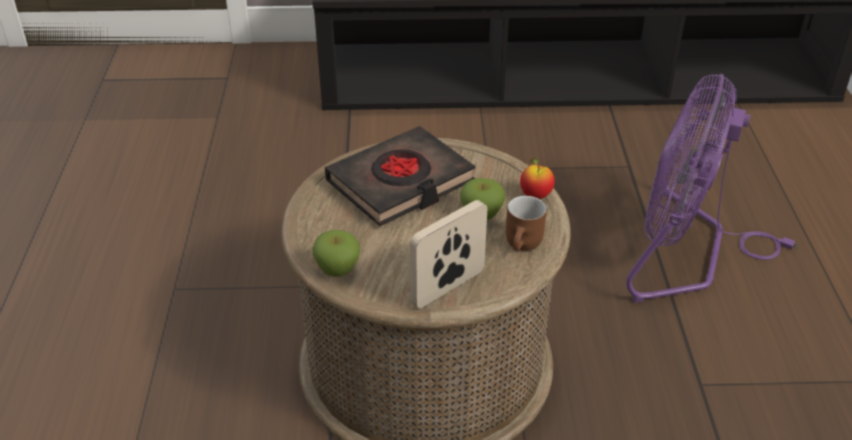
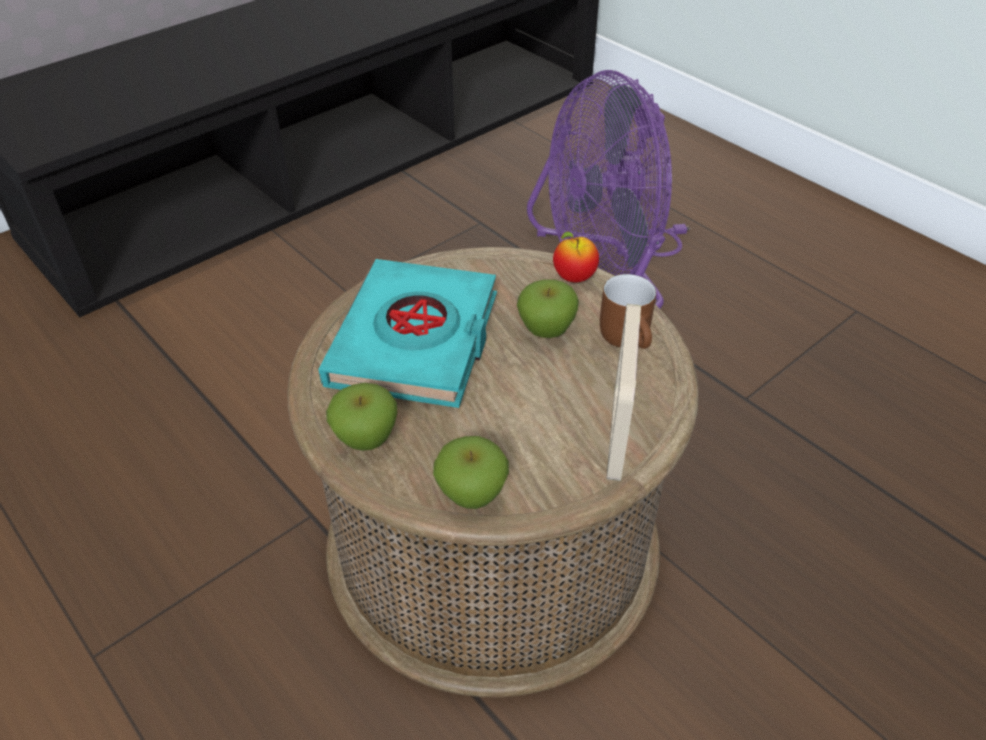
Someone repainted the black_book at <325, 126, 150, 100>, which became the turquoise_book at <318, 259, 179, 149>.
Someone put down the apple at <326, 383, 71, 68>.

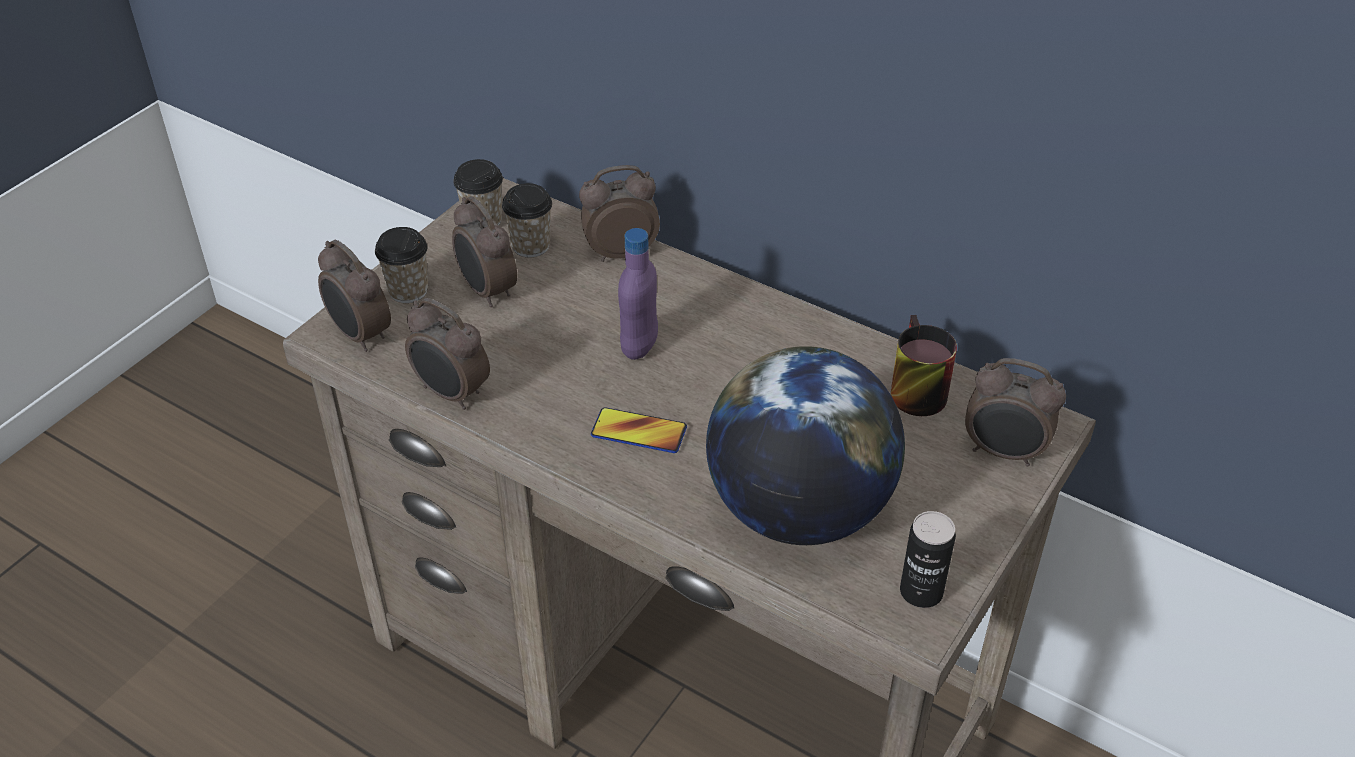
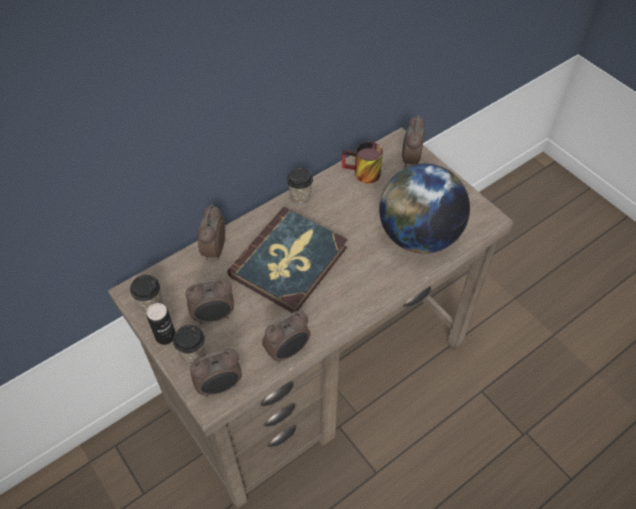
Someone carried the cup from <502, 183, 50, 75> to <287, 167, 26, 38>.
Someone swapped the purple_bottle at <618, 228, 40, 132> for the book at <227, 207, 121, 106>.
Someone rotated the alarm_clock at <965, 358, 101, 109> by 150 degrees clockwise.
Someone took away the phone at <591, 407, 96, 46>.
Someone carried the can from <900, 511, 56, 97> to <147, 303, 28, 42>.

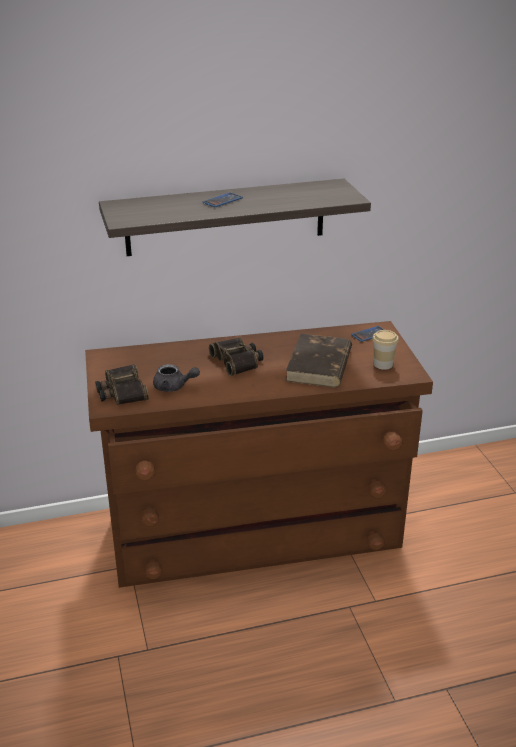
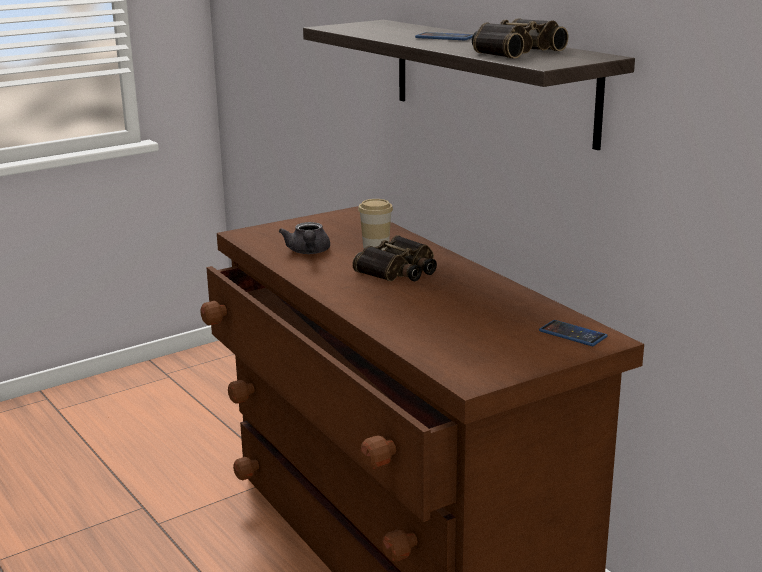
Someone carried the cup from <372, 330, 27, 40> to <358, 199, 35, 51>.
Someone took away the brown_book at <286, 333, 66, 55>.
Someone carried the binoculars from <95, 364, 54, 41> to <472, 18, 96, 41>.

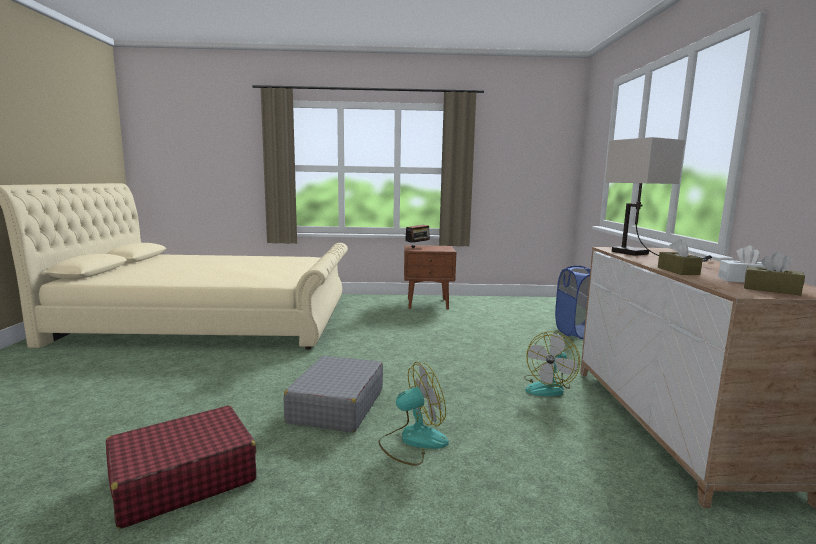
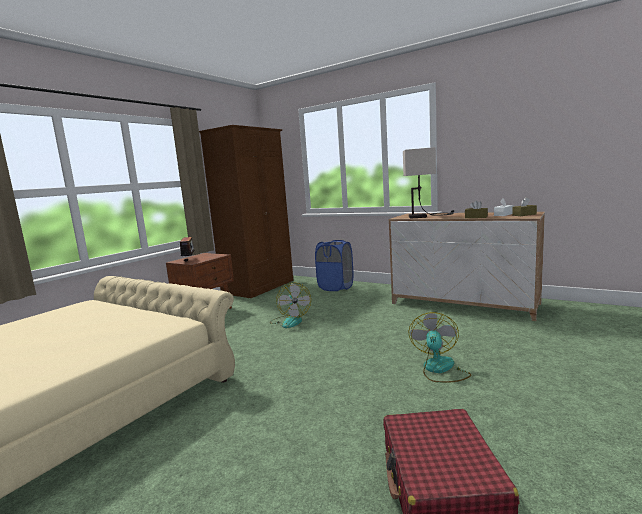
Someone carried the fan from <524, 332, 56, 64> to <270, 283, 41, 45>.
Someone took away the grey_suitcase at <284, 356, 99, 77>.
Someone put down the brown_wardrobe at <199, 125, 94, 173>.

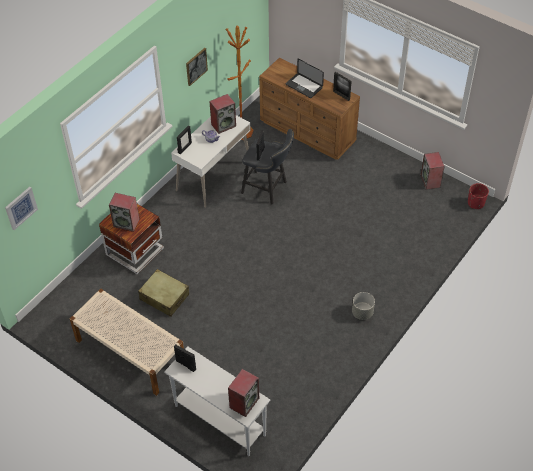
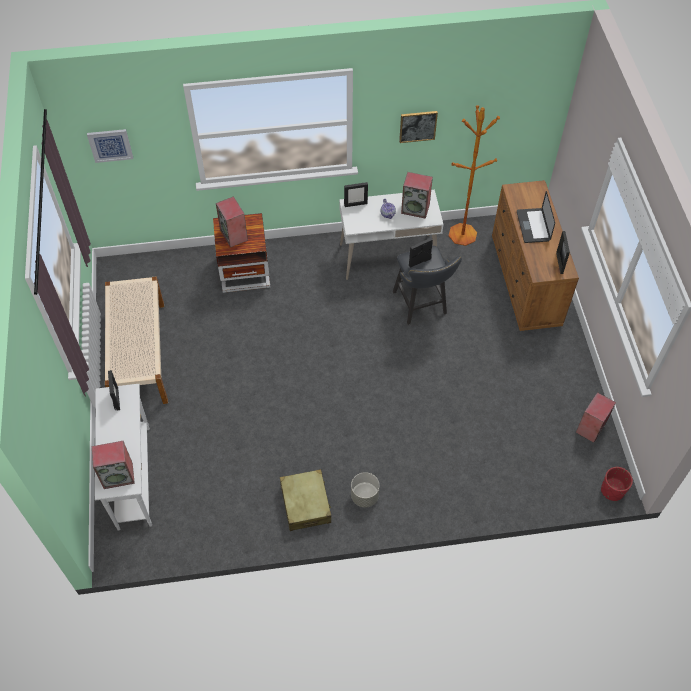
Someone carried the beige_suitcase from <138, 269, 51, 48> to <280, 469, 51, 62>.

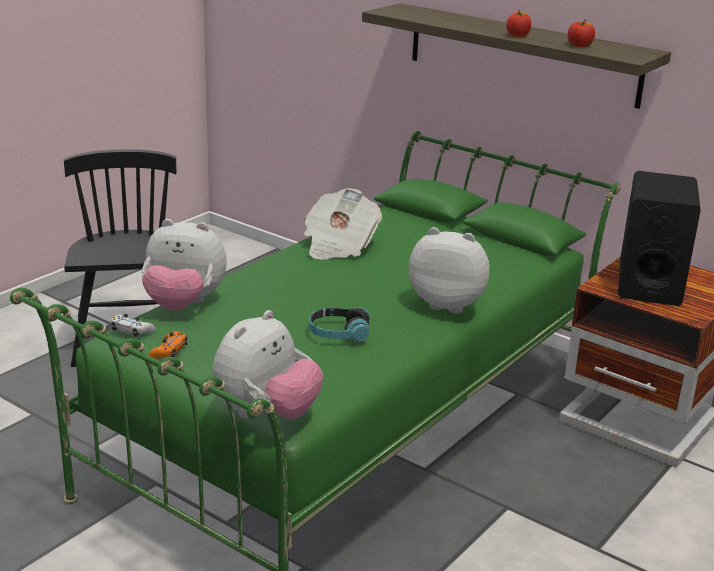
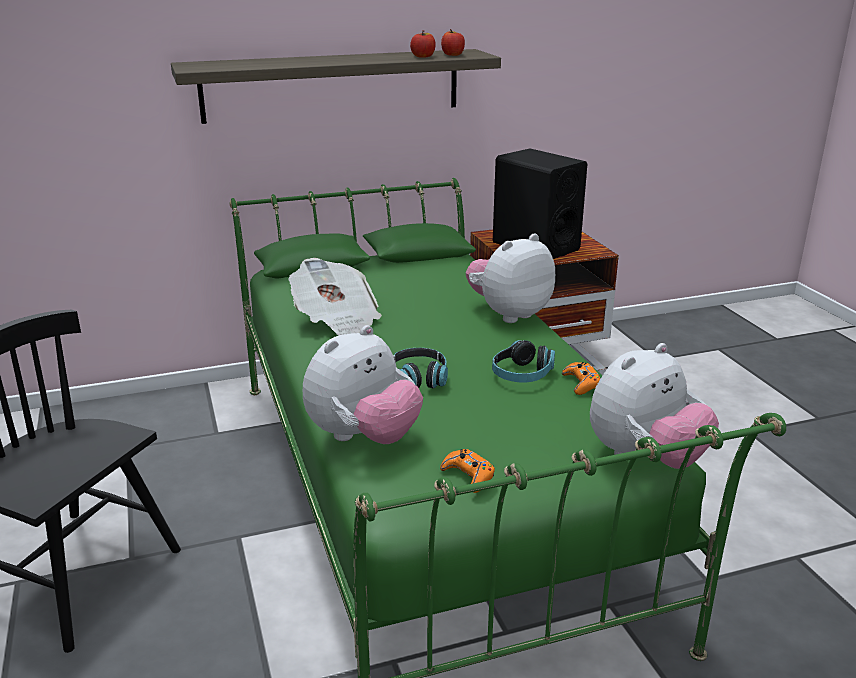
Someone carried the apple from <506, 10, 25, 27> to <441, 29, 24, 27>.
Someone rotated the plush_toy at <212, 310, 111, 109> by 75 degrees clockwise.
Someone took away the white_game_controller at <111, 314, 44, 23>.
Someone put down the headphones at <393, 348, 55, 41>.
Someone put down the orange_game_controller at <562, 362, 39, 33>.

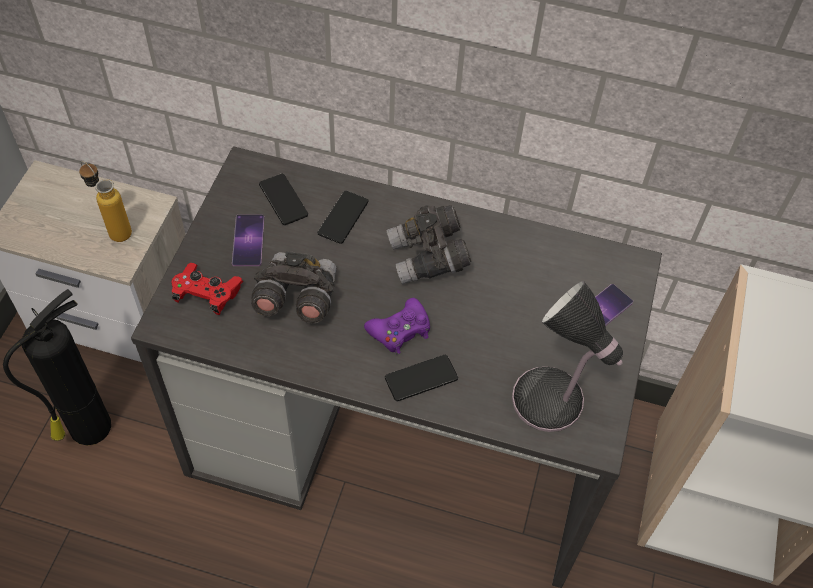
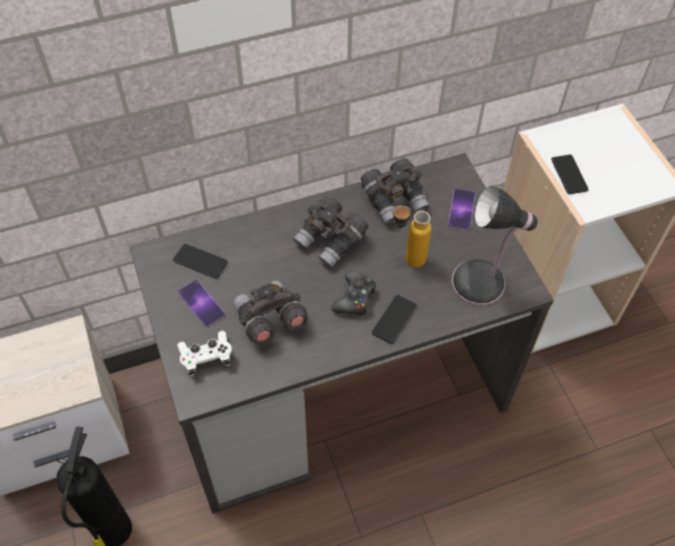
Someone carried the bottle from <79, 161, 53, 81> to <392, 206, 40, 61>.
Someone carried the phone from <317, 191, 52, 53> to <551, 155, 38, 39>.
Someone repainted the red_game_controller at <171, 263, 72, 52>, which became the white_game_controller at <177, 331, 55, 45>.
Someone repainted the purple_game_controller at <364, 298, 66, 57>, which became the black_game_controller at <331, 271, 46, 44>.
Someone put down the grey_binoculars at <361, 158, 68, 67>.

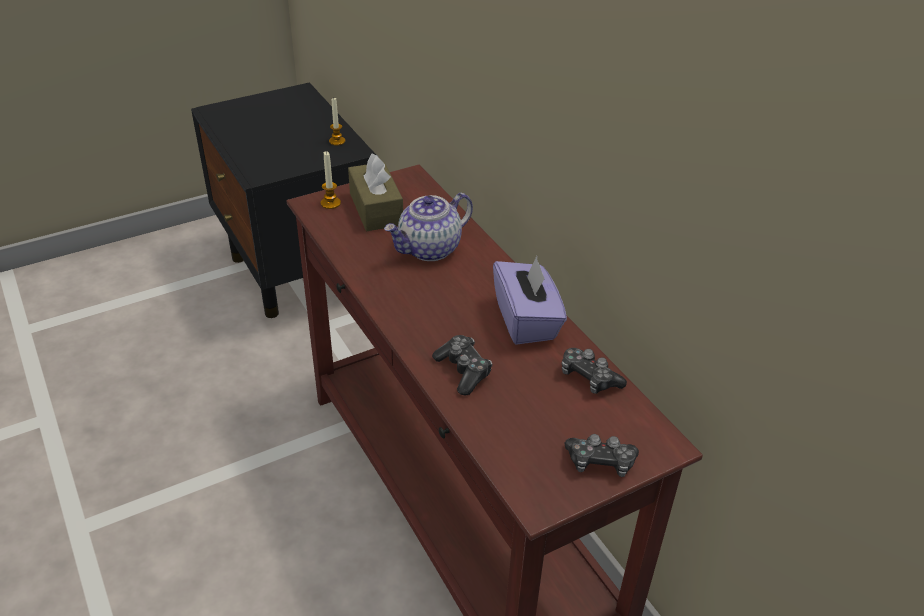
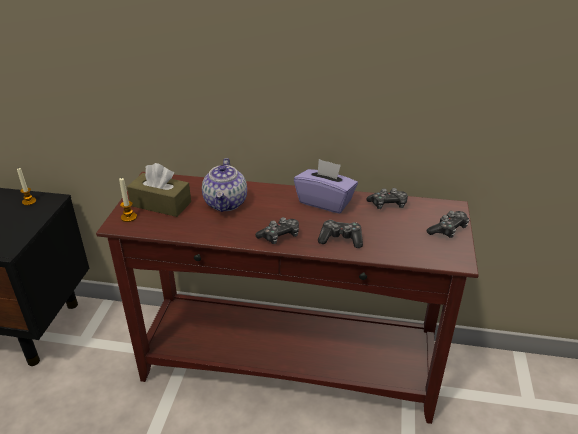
Someone put down the game_controller at <255, 217, 44, 27>.

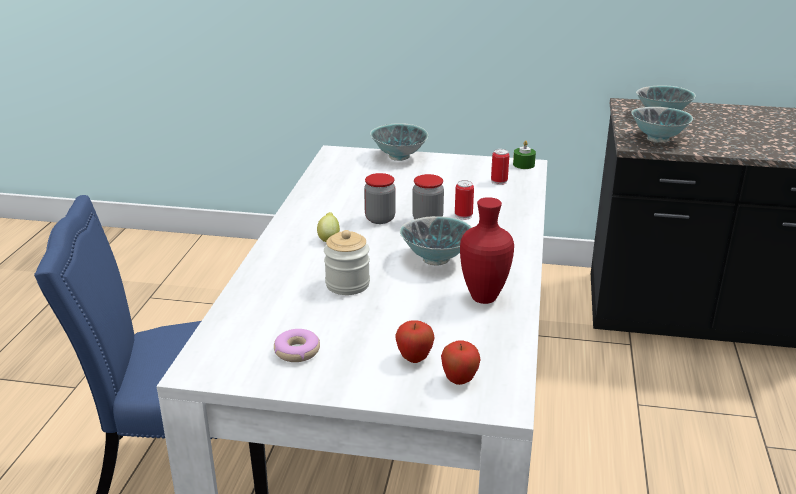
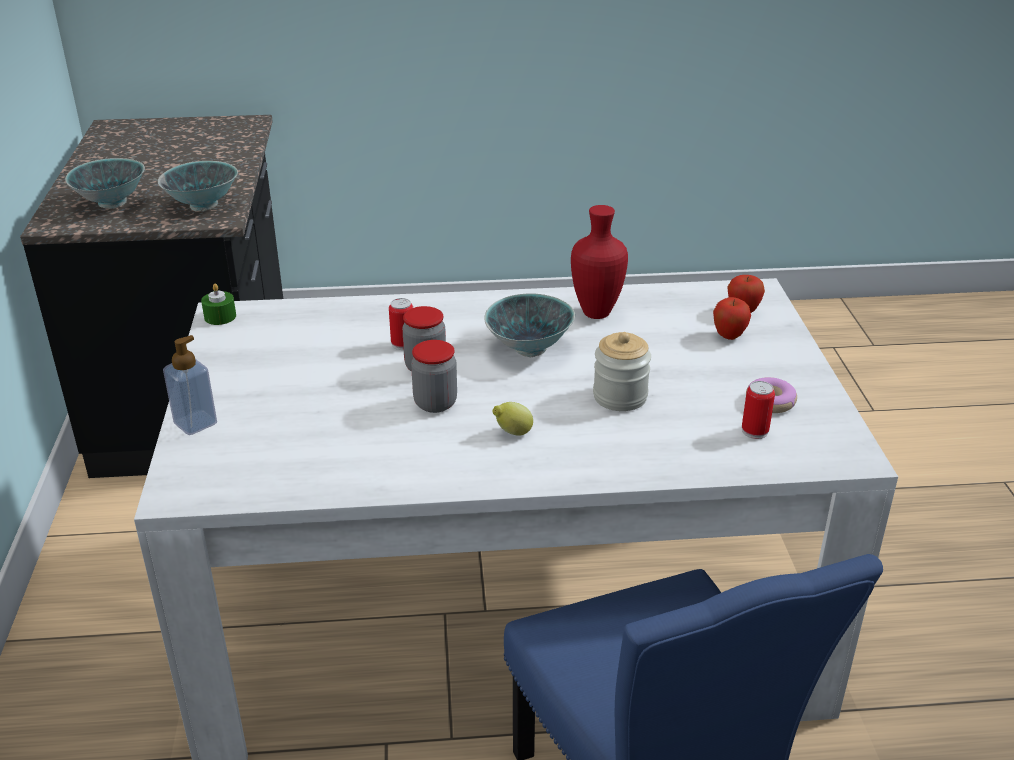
Someone swapped the bowl at <370, 123, 58, 38> for the soap_dispenser at <163, 335, 54, 100>.
Someone carried the can from <491, 149, 18, 36> to <742, 381, 33, 58>.

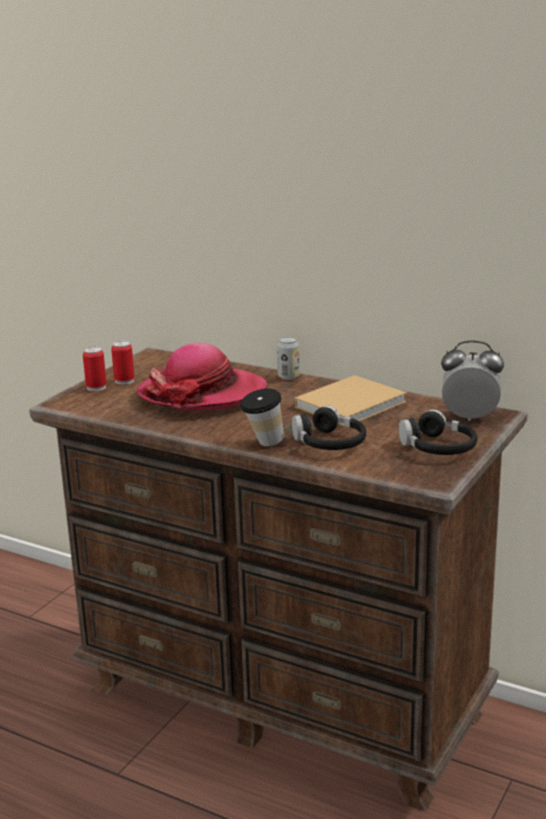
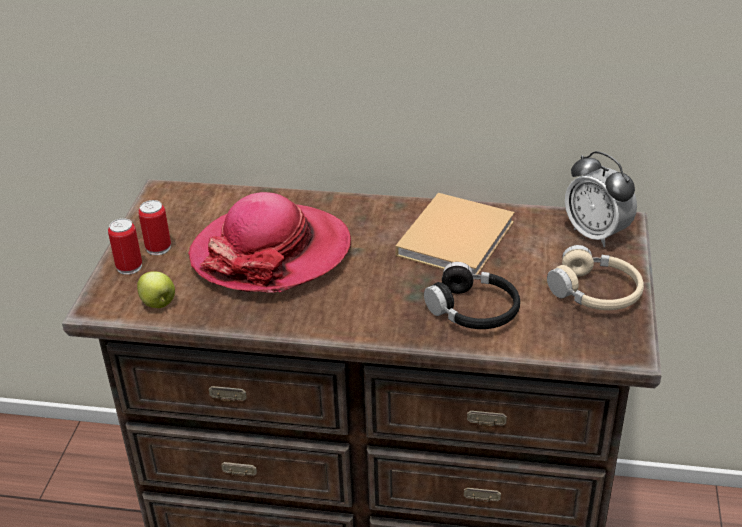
Someone took away the can at <277, 337, 22, 43>.
Someone rotated the alarm_clock at <441, 340, 63, 81> by 120 degrees counterclockwise.
Someone took away the cup at <240, 389, 44, 57>.
Someone repainted the black_headphones at <399, 409, 78, 46>, which became the beige_headphones at <547, 245, 97, 65>.
Someone put down the apple at <137, 271, 38, 37>.

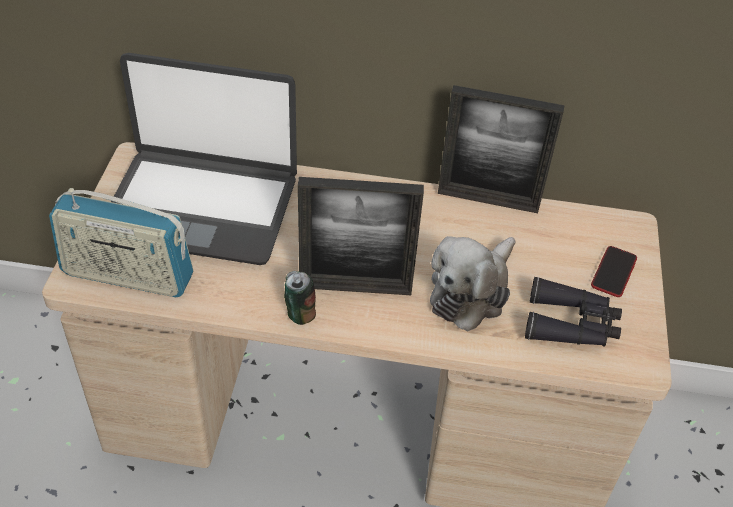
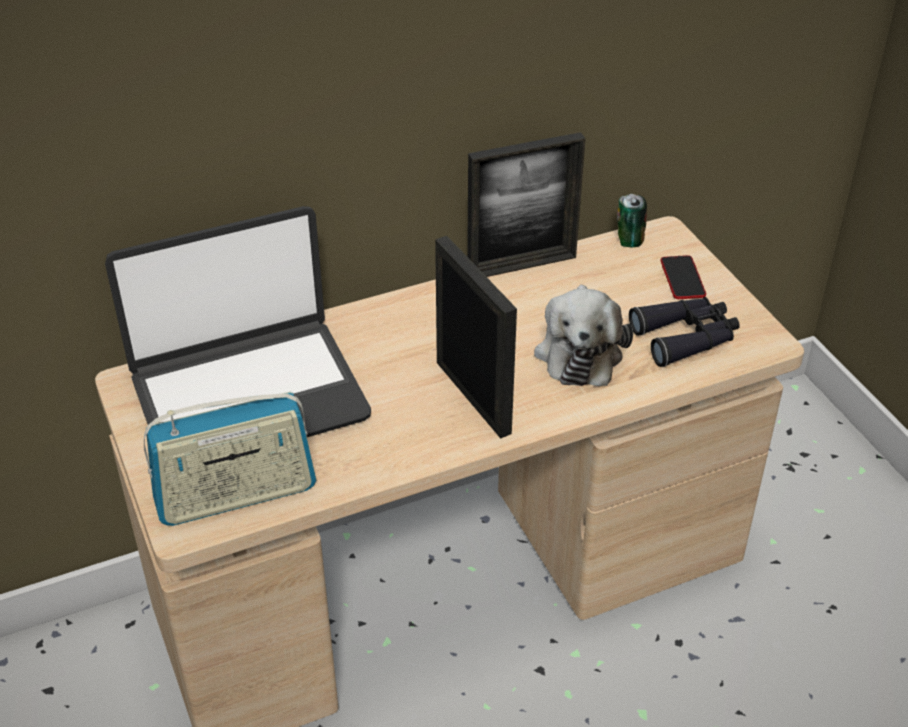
Someone rotated the picture_frame at <298, 177, 126, 118> by 90 degrees counterclockwise.
Someone carried the can from <284, 271, 32, 54> to <617, 194, 30, 53>.

